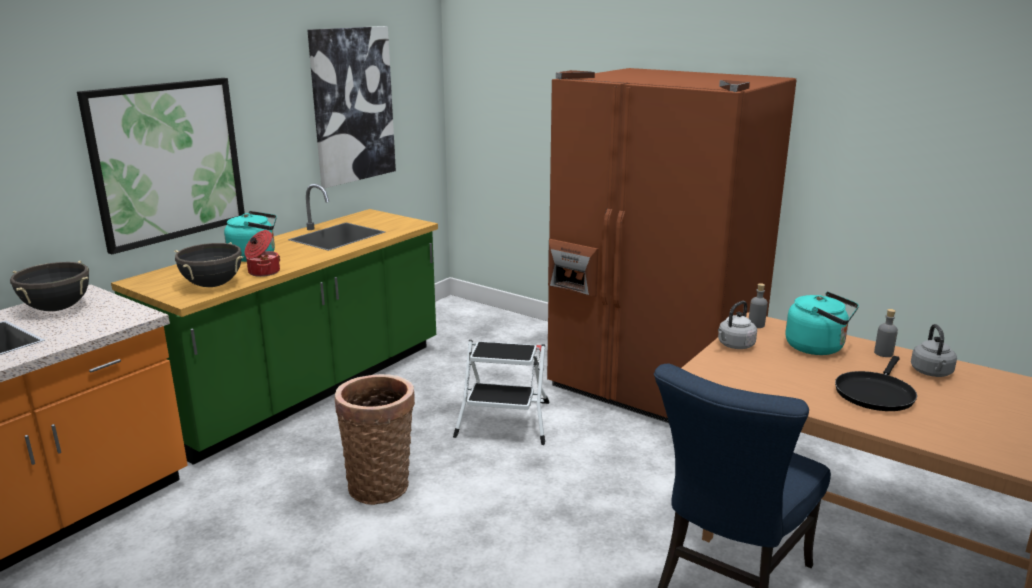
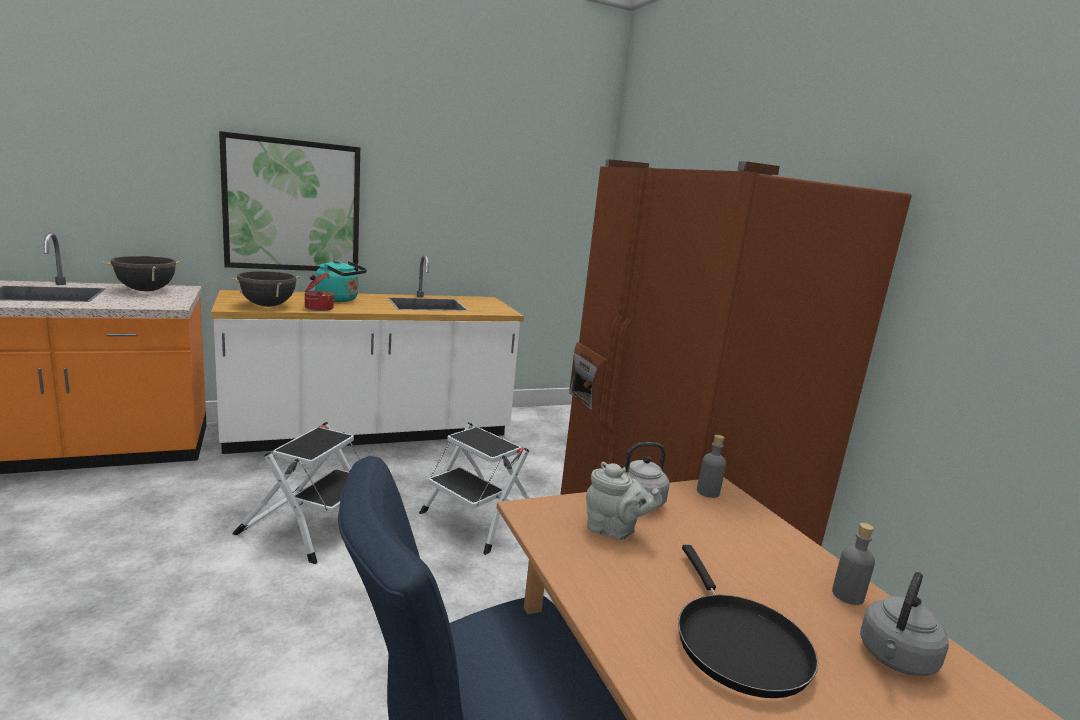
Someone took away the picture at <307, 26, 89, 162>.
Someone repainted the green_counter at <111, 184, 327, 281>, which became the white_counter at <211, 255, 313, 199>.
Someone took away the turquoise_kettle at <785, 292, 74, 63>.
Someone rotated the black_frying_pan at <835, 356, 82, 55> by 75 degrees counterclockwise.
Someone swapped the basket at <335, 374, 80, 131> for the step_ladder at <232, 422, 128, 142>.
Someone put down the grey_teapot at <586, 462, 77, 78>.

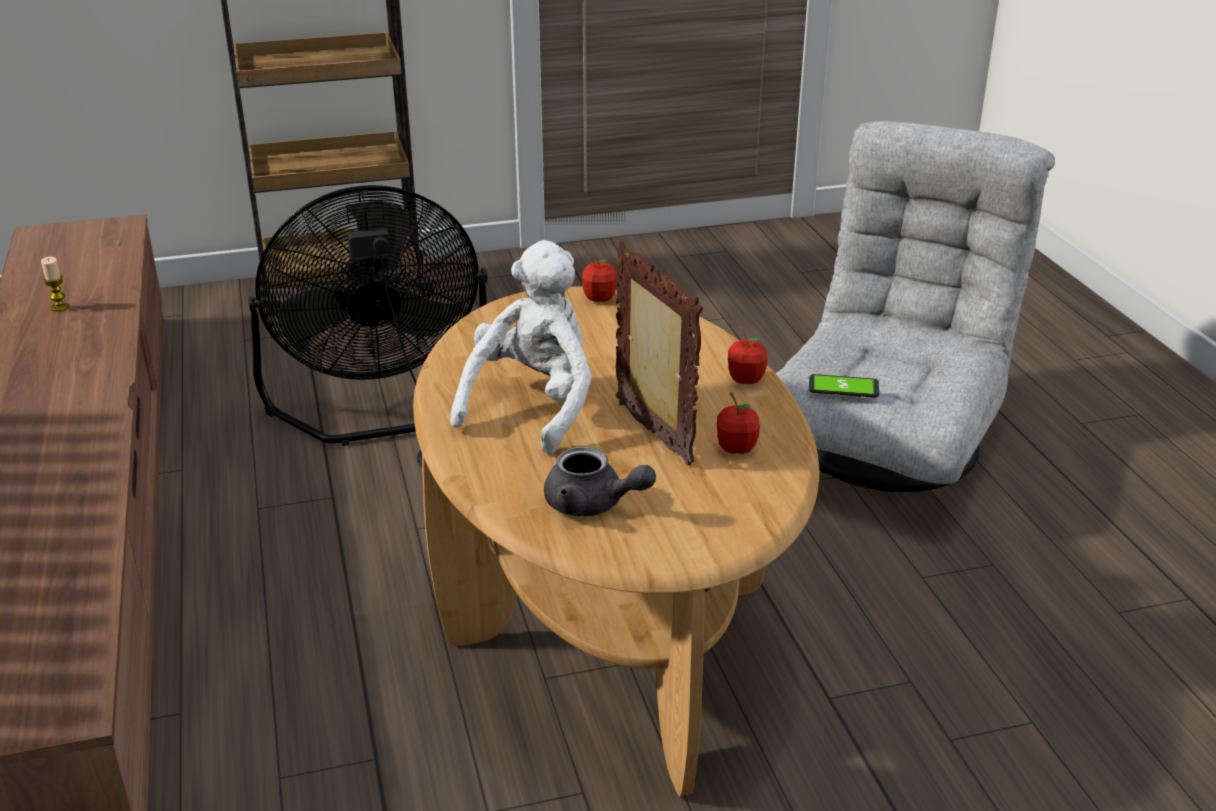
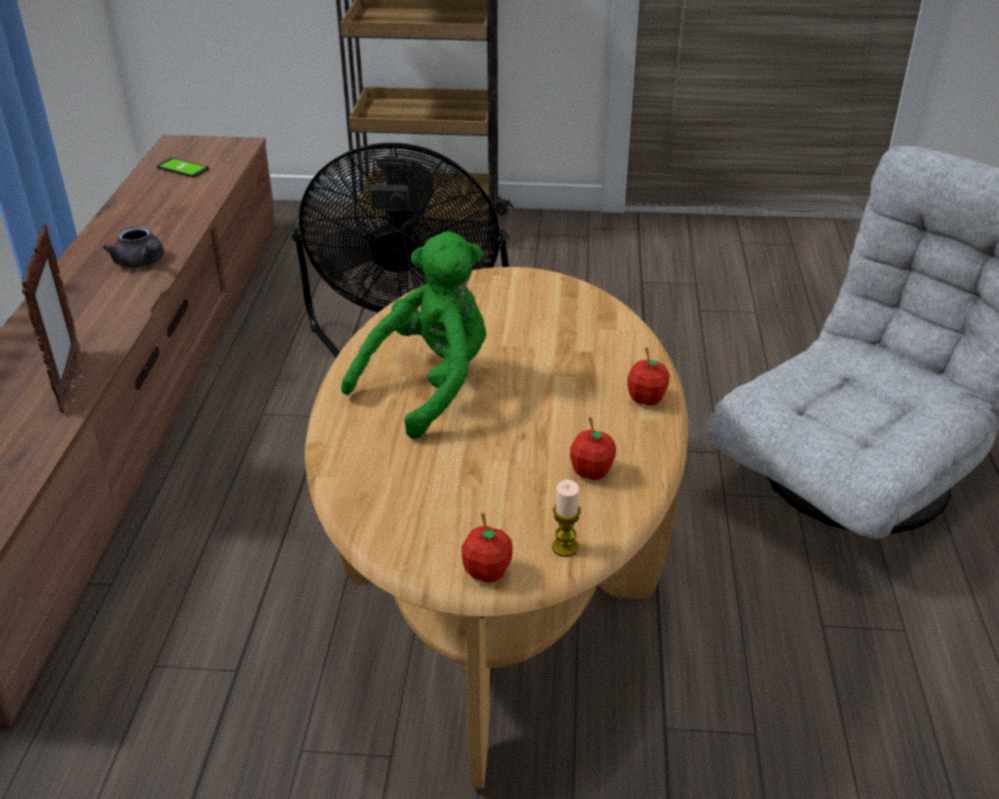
Someone repainted the white_plush_toy at <450, 240, 142, 214>, which became the green_plush_toy at <341, 231, 145, 208>.
Someone carried the picture_frame from <616, 241, 87, 225> to <22, 224, 58, 189>.
Someone carried the apple from <582, 251, 35, 51> to <461, 513, 52, 70>.
Someone carried the candle from <41, 256, 28, 56> to <552, 480, 29, 77>.
Someone carried the phone from <809, 374, 70, 23> to <157, 158, 52, 20>.
Someone carried the grey_teapot from <544, 447, 112, 69> to <103, 226, 61, 42>.

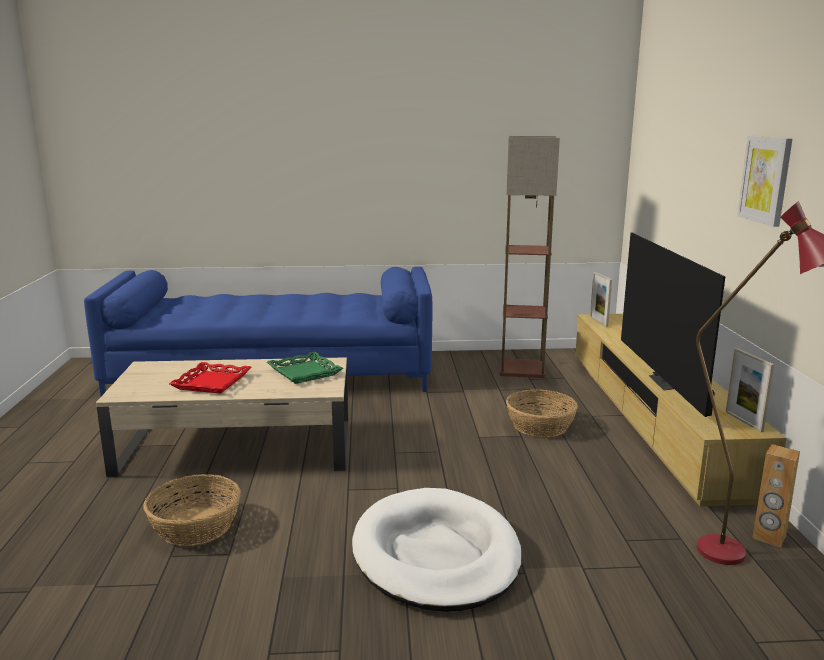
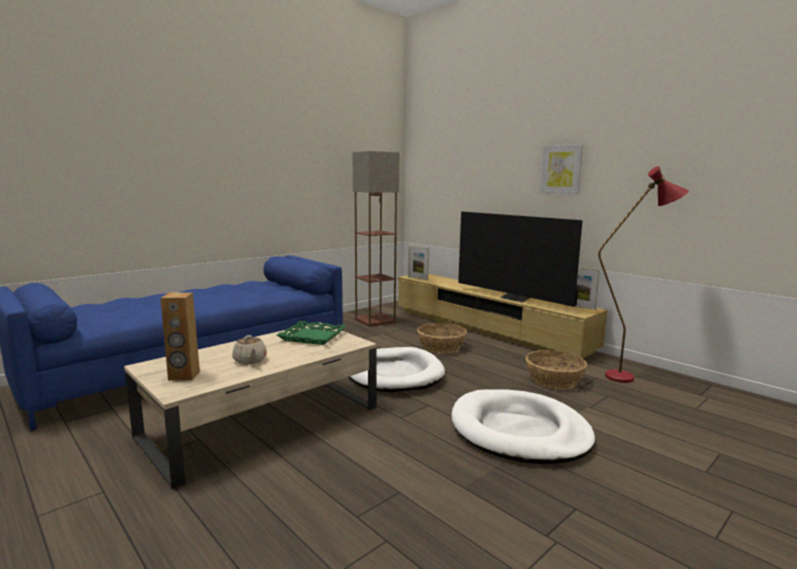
Someone swapped the red_tray at <169, 362, 82, 32> for the beige_teapot at <232, 335, 35, 29>.
Someone carried the brown_speaker from <752, 444, 48, 103> to <160, 293, 40, 88>.
Someone carried the basket from <143, 474, 98, 72> to <525, 350, 62, 39>.
Someone put down the white_dog_bed at <349, 347, 96, 46>.

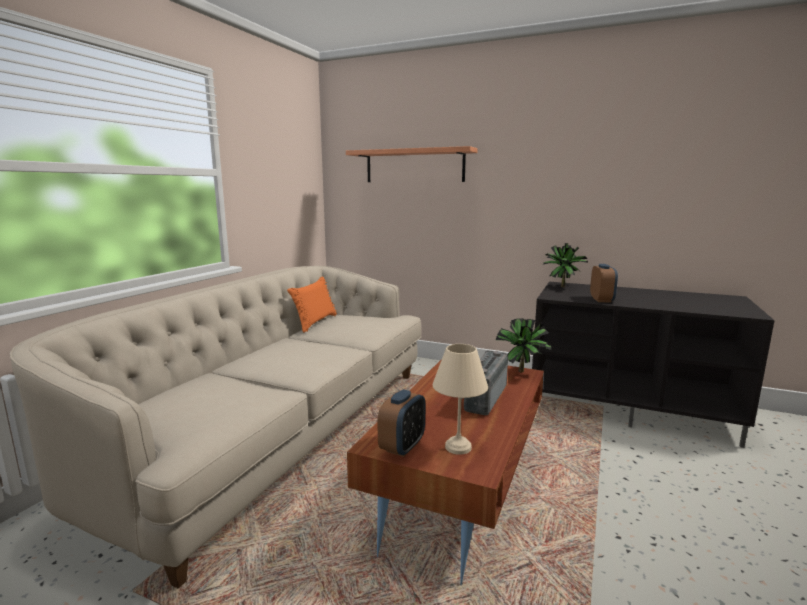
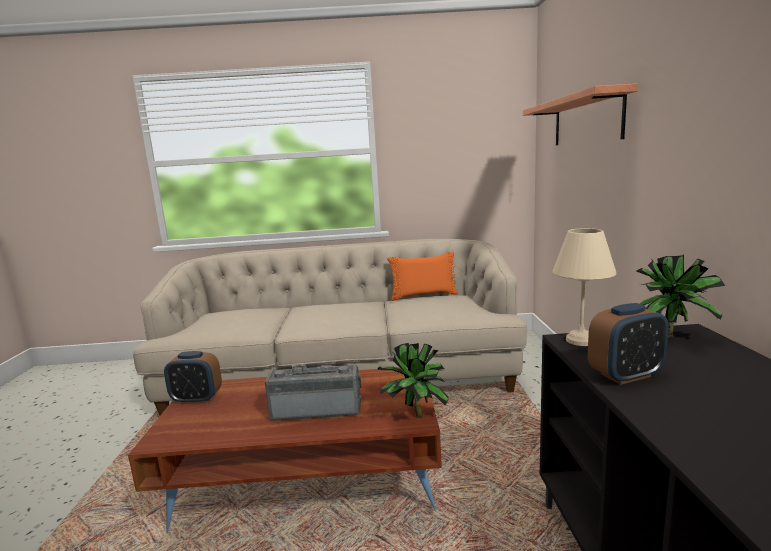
Someone carried the beige_table_lamp from <433, 344, 55, 111> to <553, 228, 64, 118>.

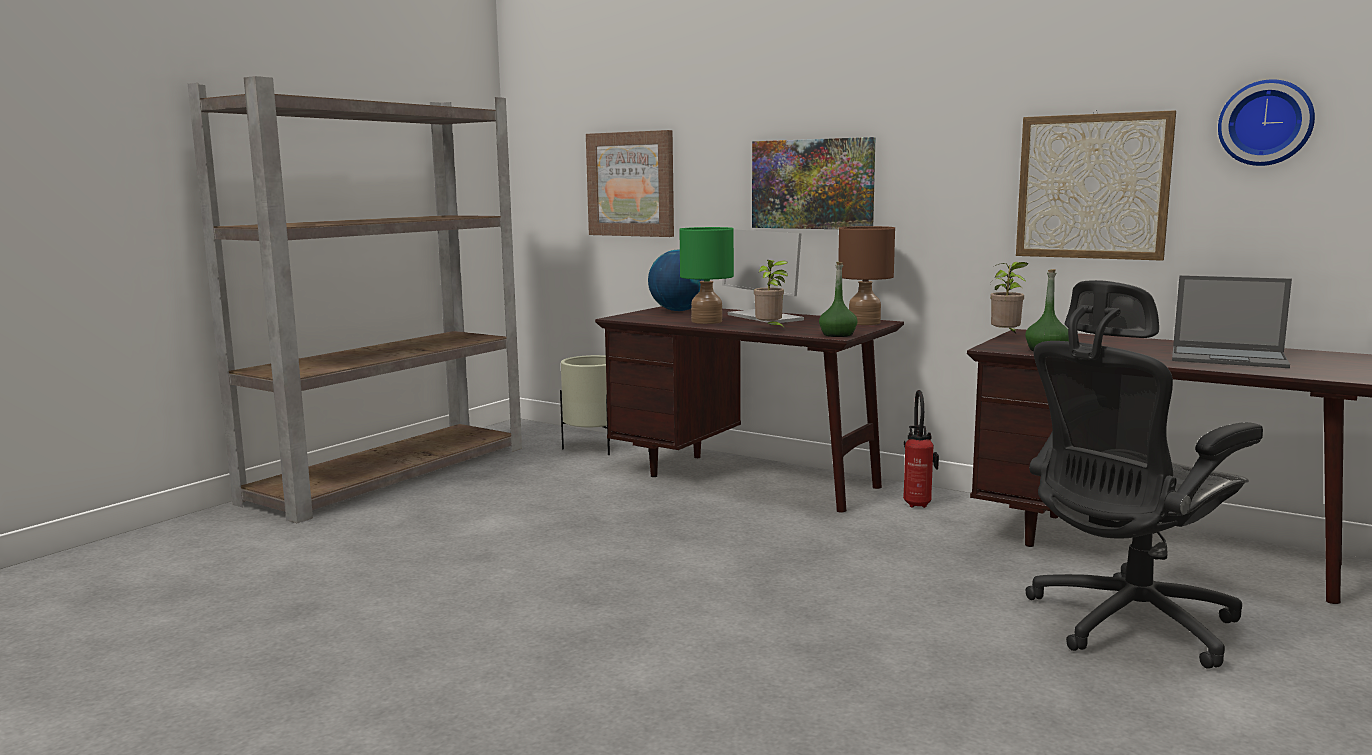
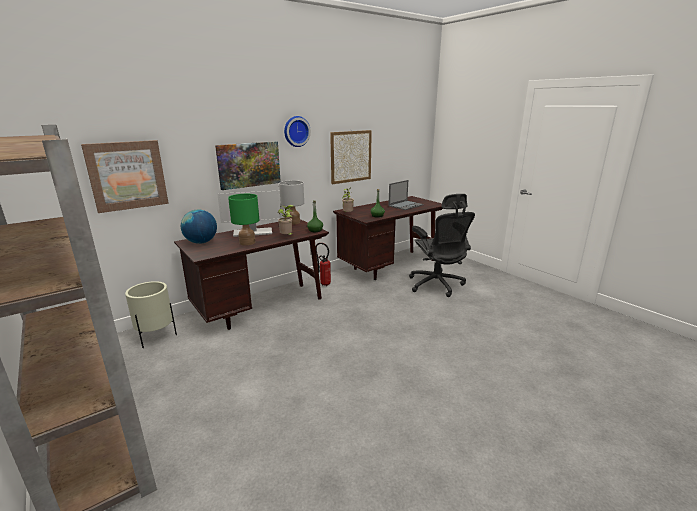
Someone carried the wall_clock from <1218, 79, 97, 87> to <284, 116, 27, 31>.
Someone repainted the brown_table_lamp at <838, 226, 57, 99>, which became the grey_table_lamp at <279, 180, 25, 45>.

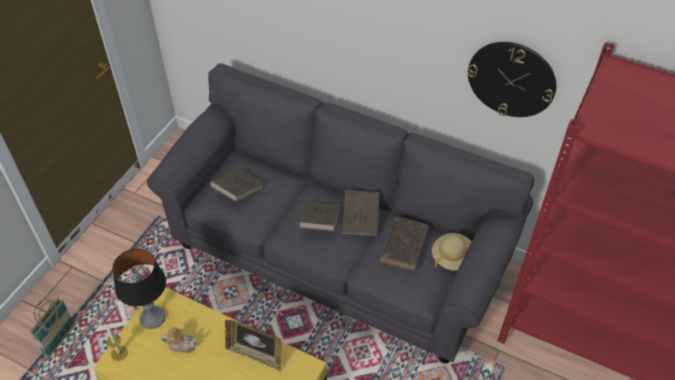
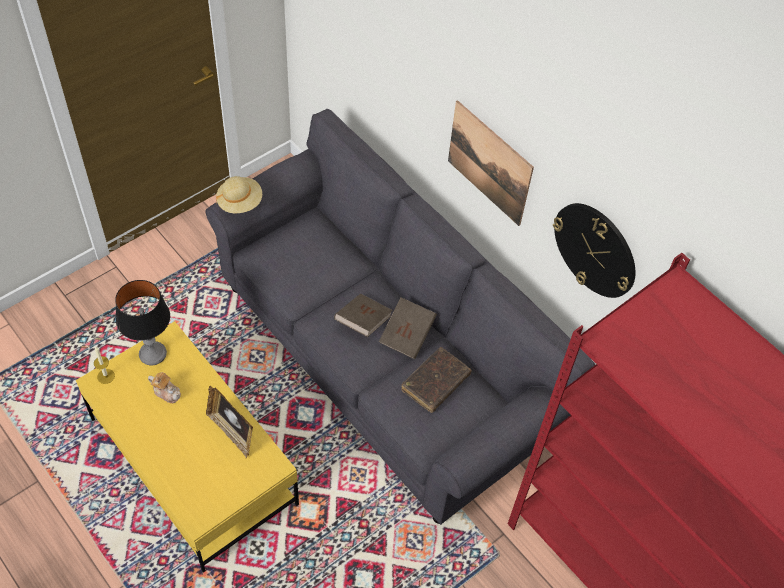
Someone took away the brown_book at <210, 169, 54, 33>.
Someone carried the beige_hat from <432, 233, 40, 37> to <216, 176, 46, 37>.
Someone took away the basket at <30, 297, 45, 61>.
Someone put up the picture at <448, 100, 86, 126>.

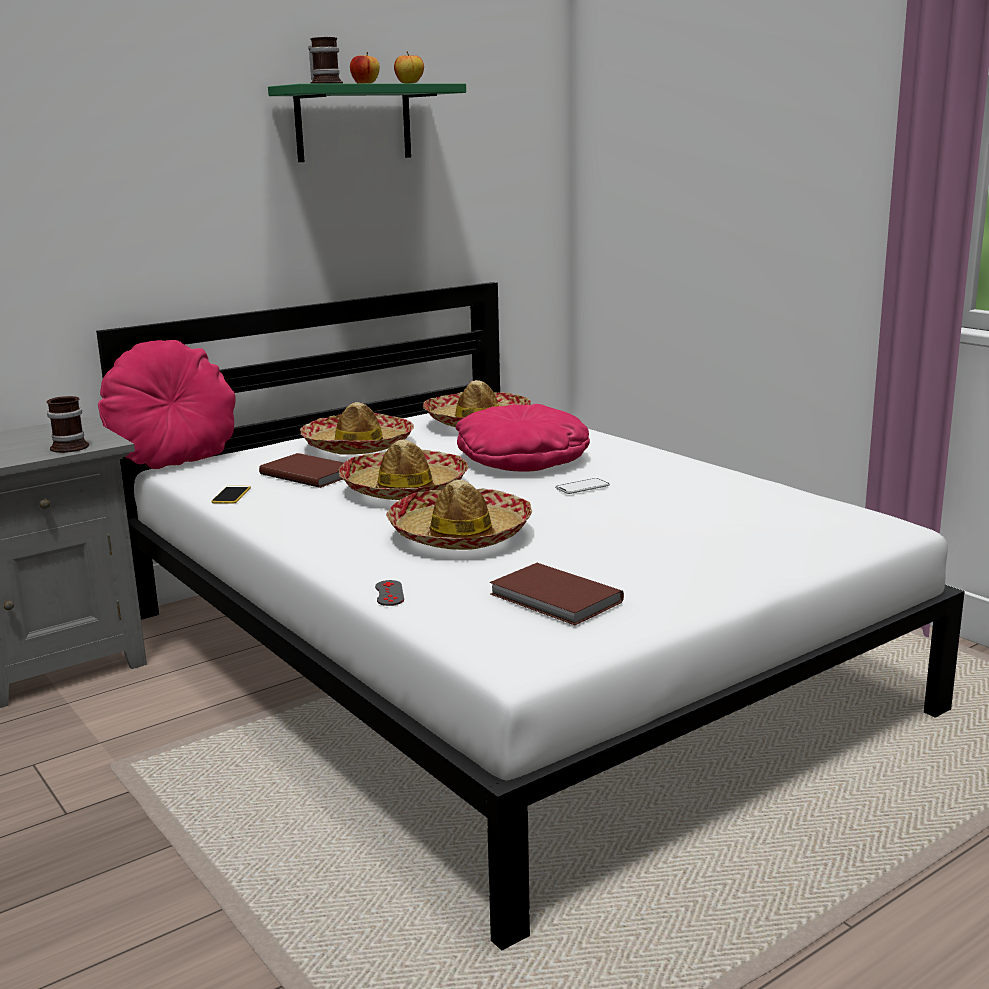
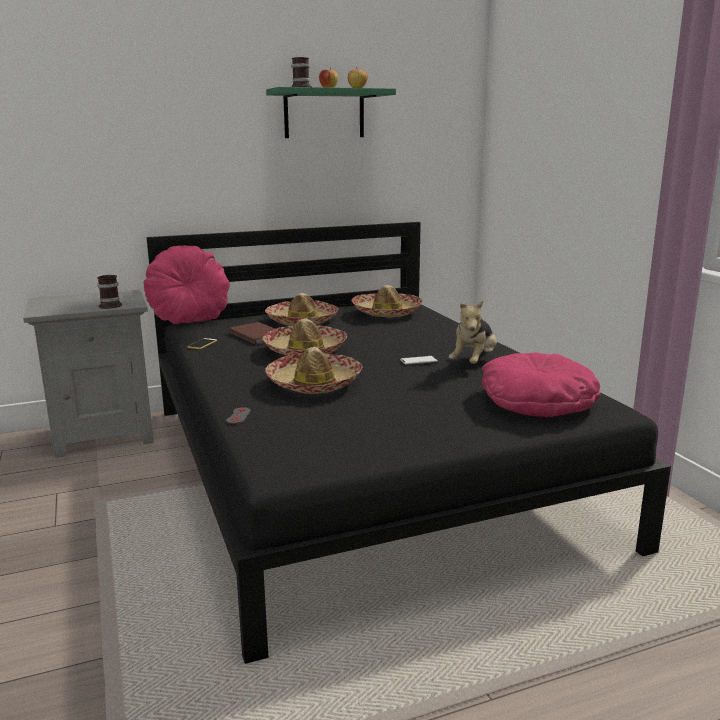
Someone repainted the white_bed at <96, 282, 869, 668>, which became the black_bed at <146, 222, 525, 442>.
Someone carried the pink_pillow from <456, 404, 134, 67> to <482, 352, 118, 65>.
Someone took away the brown_book at <490, 563, 134, 62>.
Someone put down the plush_toy at <449, 301, 48, 63>.

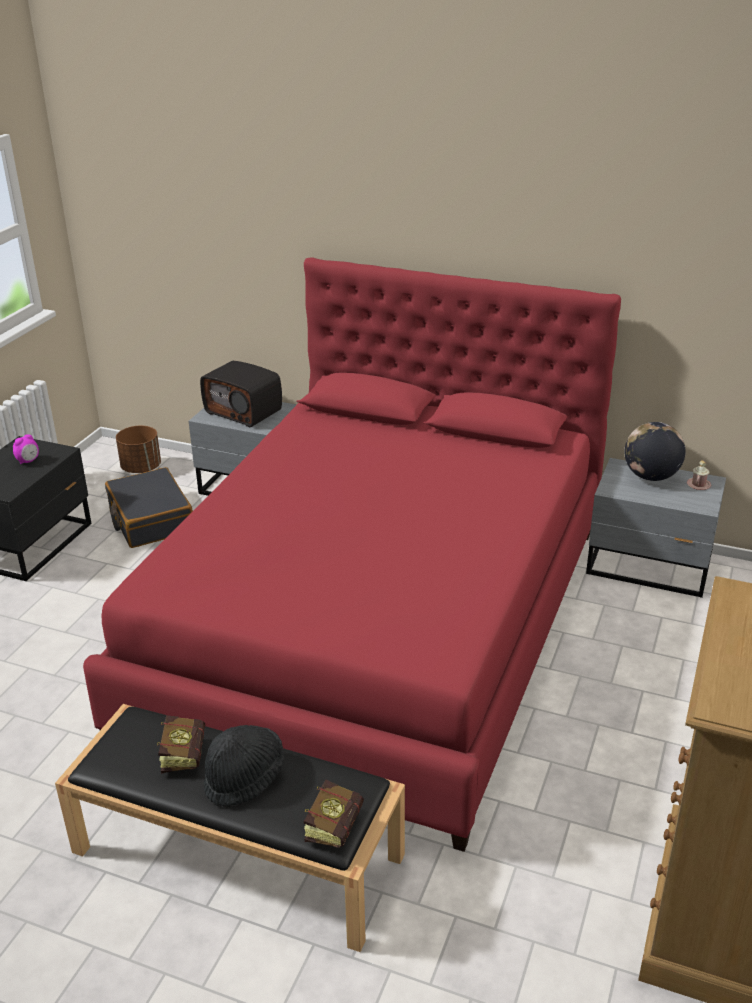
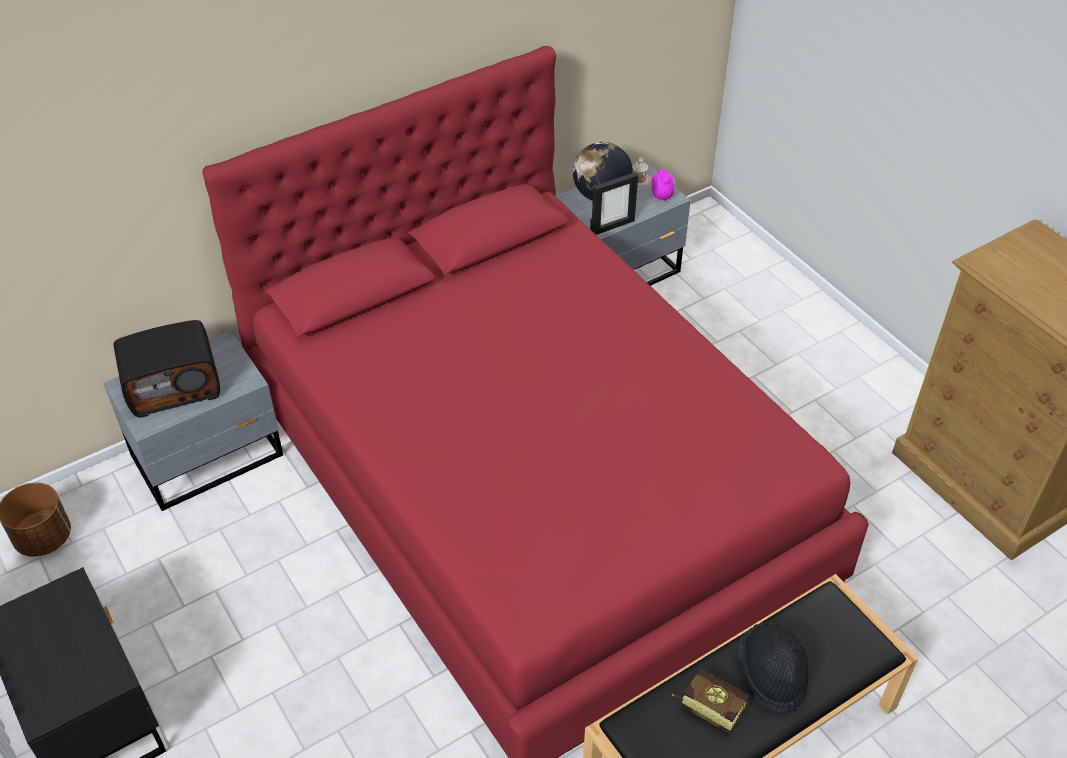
Someone carried the alarm_clock from <13, 434, 26, 30> to <652, 169, 23, 33>.
Someone took away the black_suitcase at <105, 467, 88, 81>.
Someone took away the book at <304, 779, 60, 69>.
Someone put down the picture_frame at <590, 172, 48, 63>.

